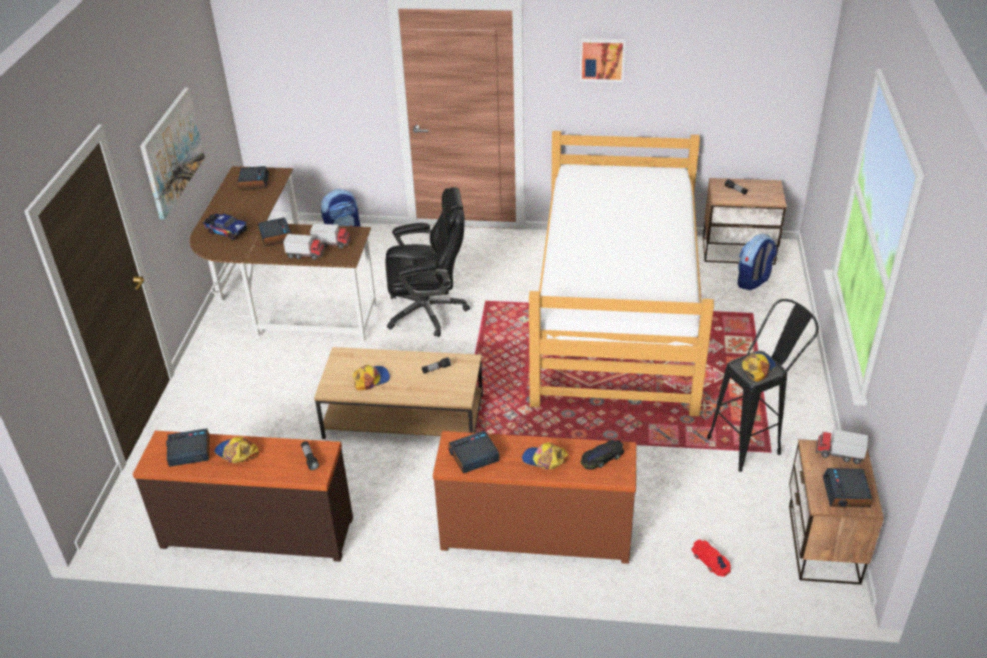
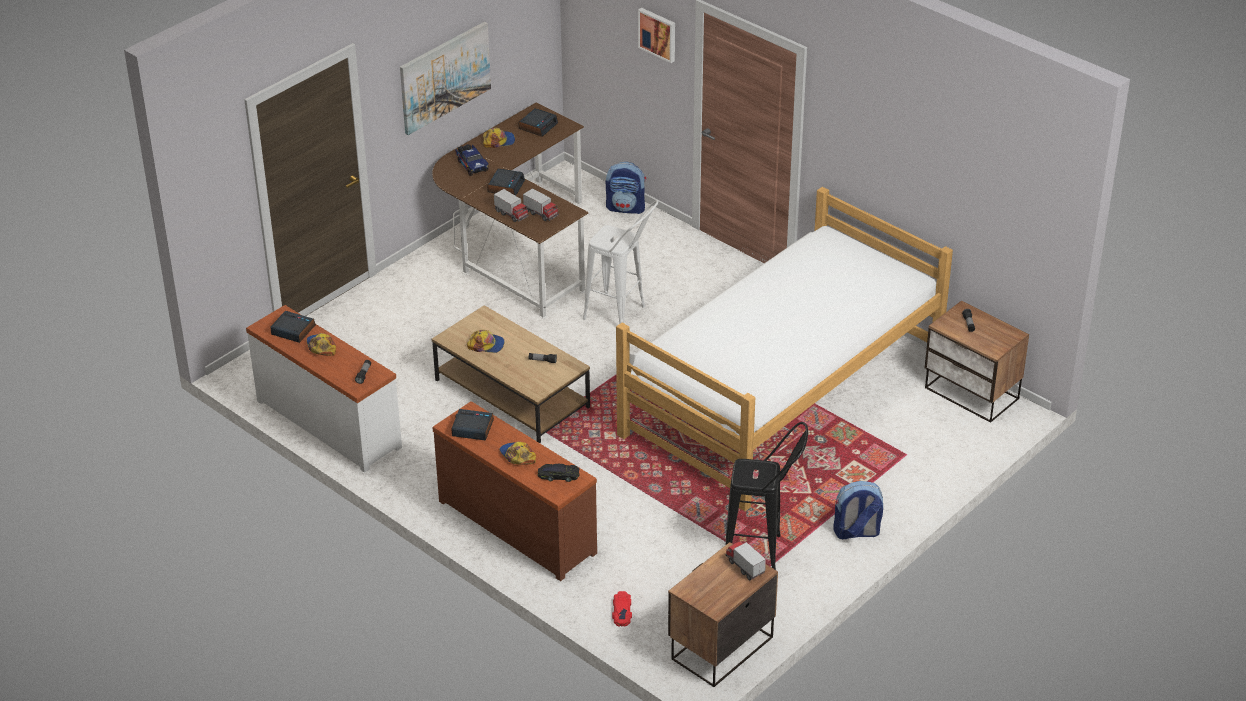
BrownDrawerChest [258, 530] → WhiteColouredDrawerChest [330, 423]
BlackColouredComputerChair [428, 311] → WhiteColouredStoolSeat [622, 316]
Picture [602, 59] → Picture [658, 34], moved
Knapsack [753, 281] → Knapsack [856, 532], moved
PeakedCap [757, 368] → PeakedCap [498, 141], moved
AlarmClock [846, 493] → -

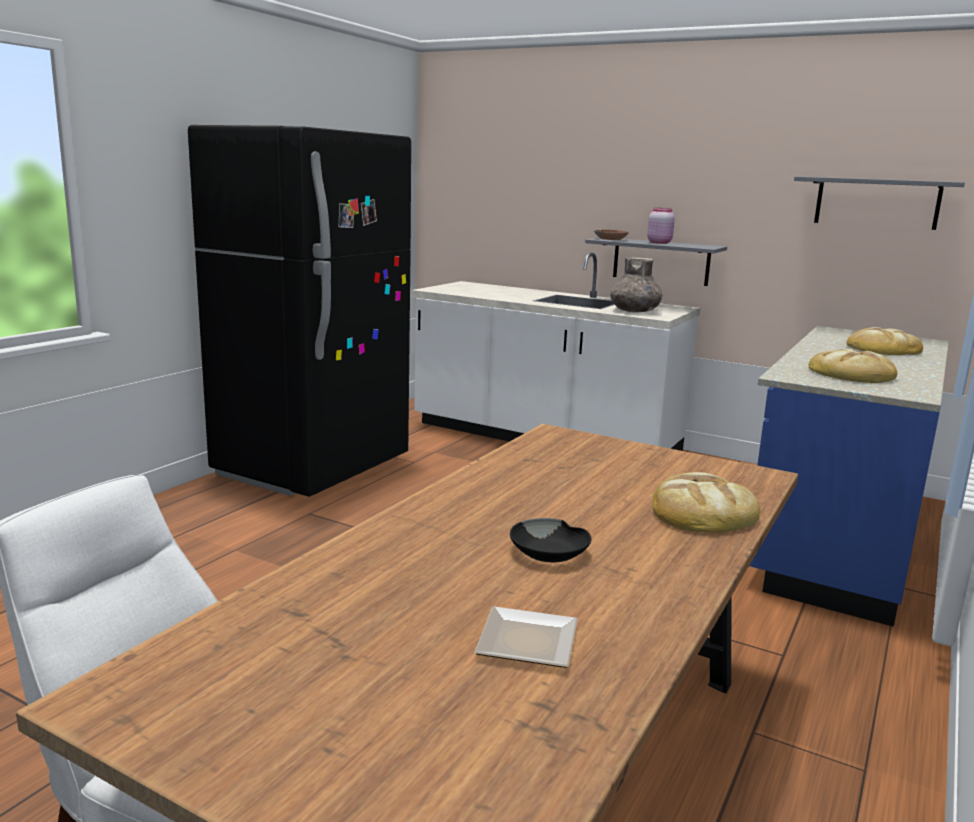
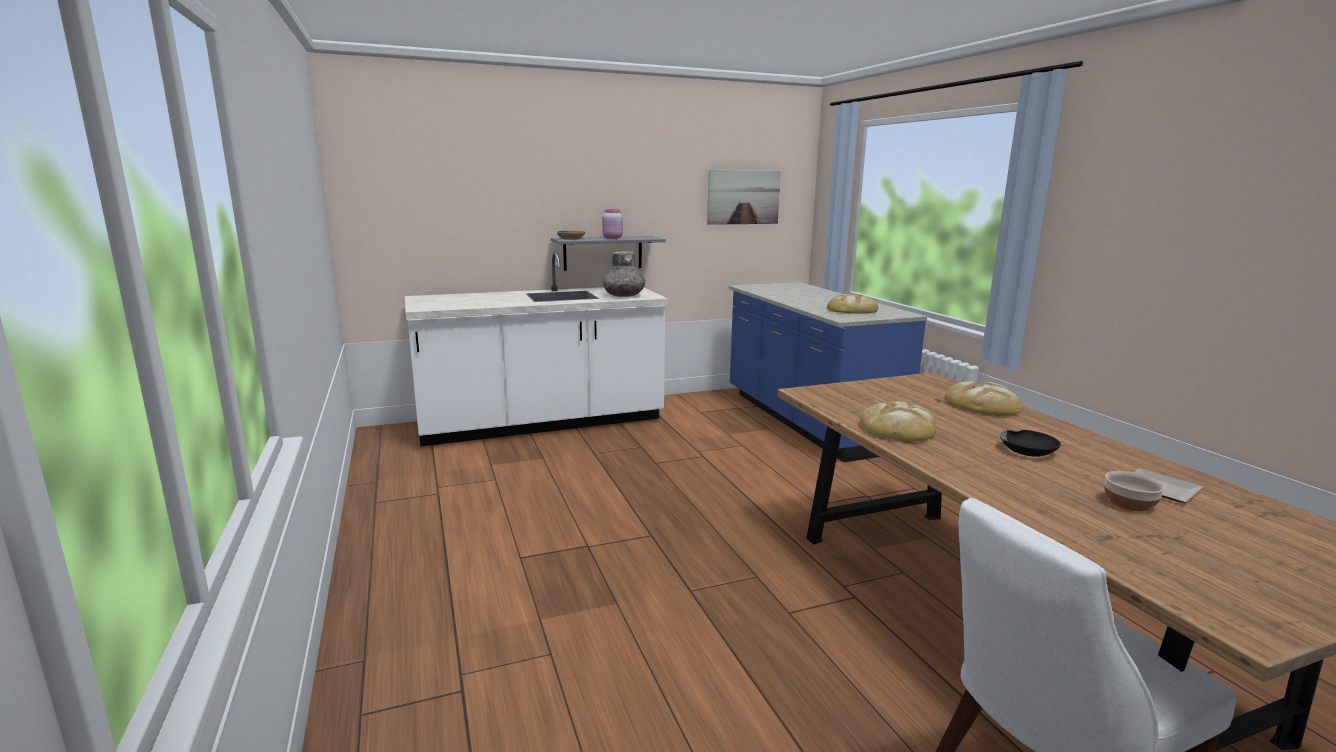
BlackColouredKitchenFridge [313, 467] → -
GreyishBracketShelf [876, 203] → Picture [743, 197]
BakeryBread [882, 349] → BakeryBread [898, 428], moved
- → Bowl [1128, 503]

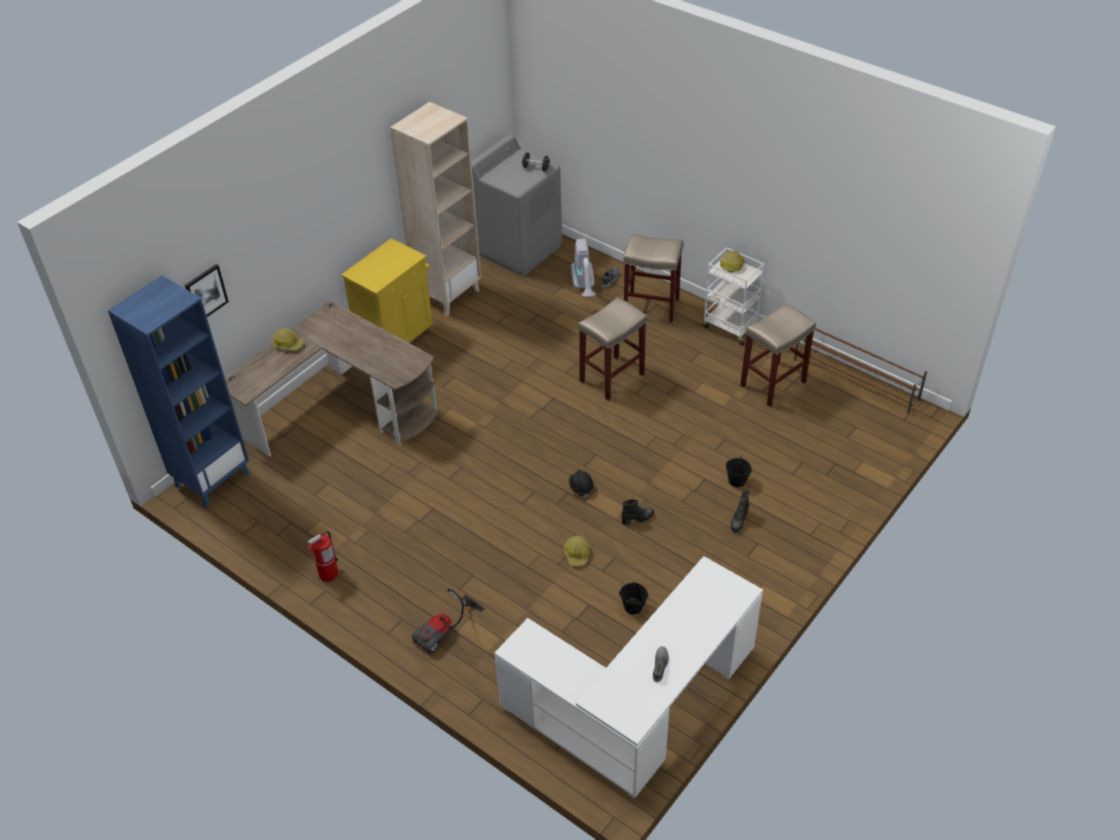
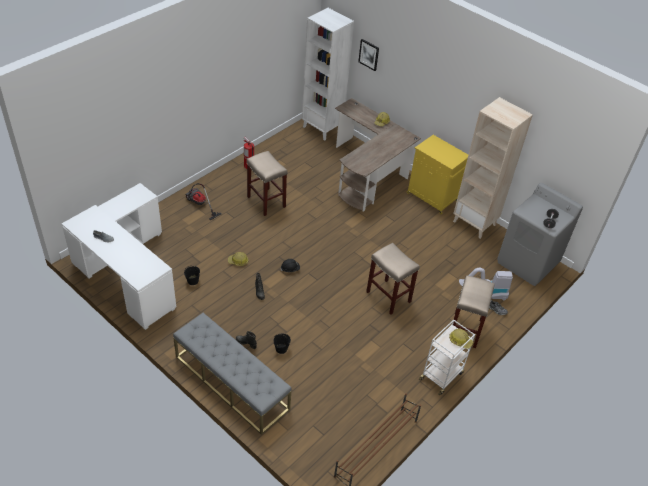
BlueColouredBookshelf [212, 479] → WhiteColouredBookshelf [322, 128]
SandColouredStoolSeat [773, 383] → SandColouredStoolSeat [266, 202], moved
- → GreyishLongSeat [231, 382]

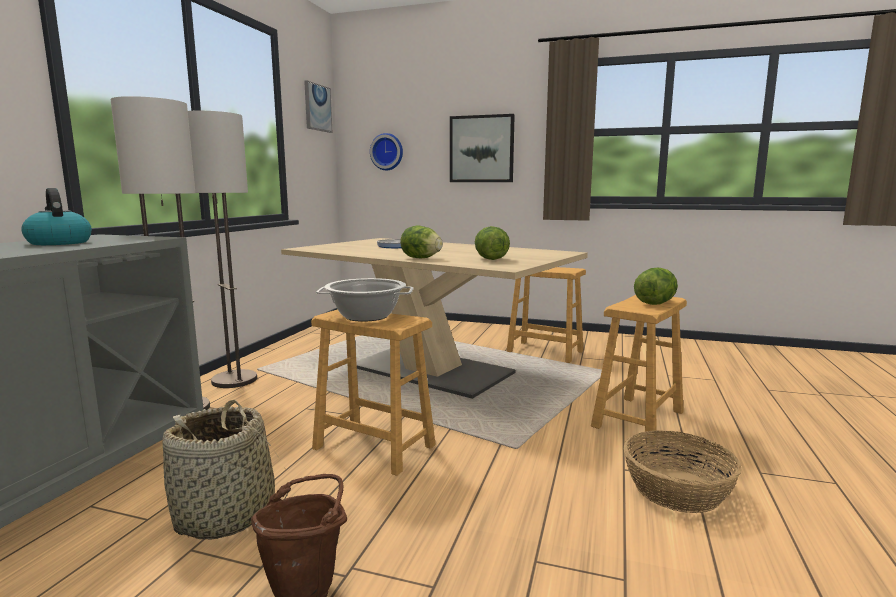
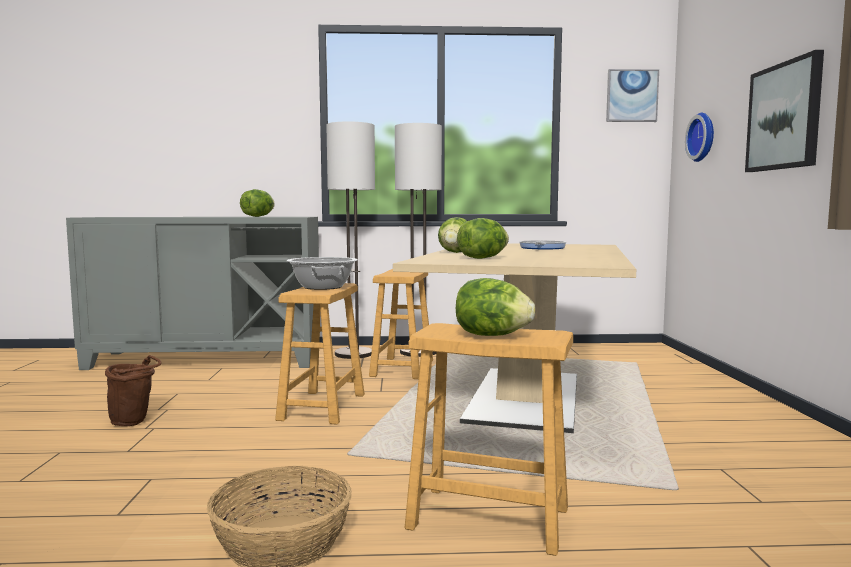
TeaKettle [59, 243] → HeadOfLettuce [258, 216]
Basket [226, 515] → -
BrownStoolSeat [544, 351] → BrownStoolSeat [403, 368], moved

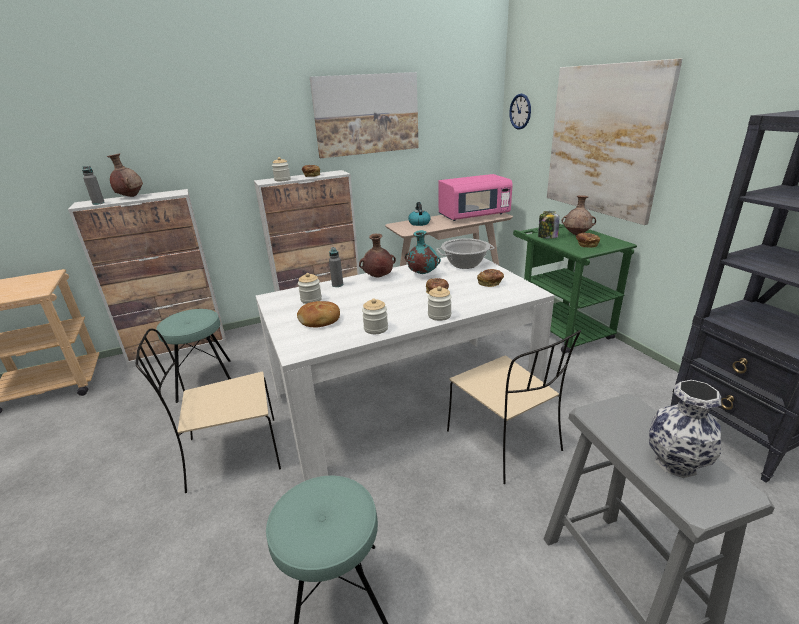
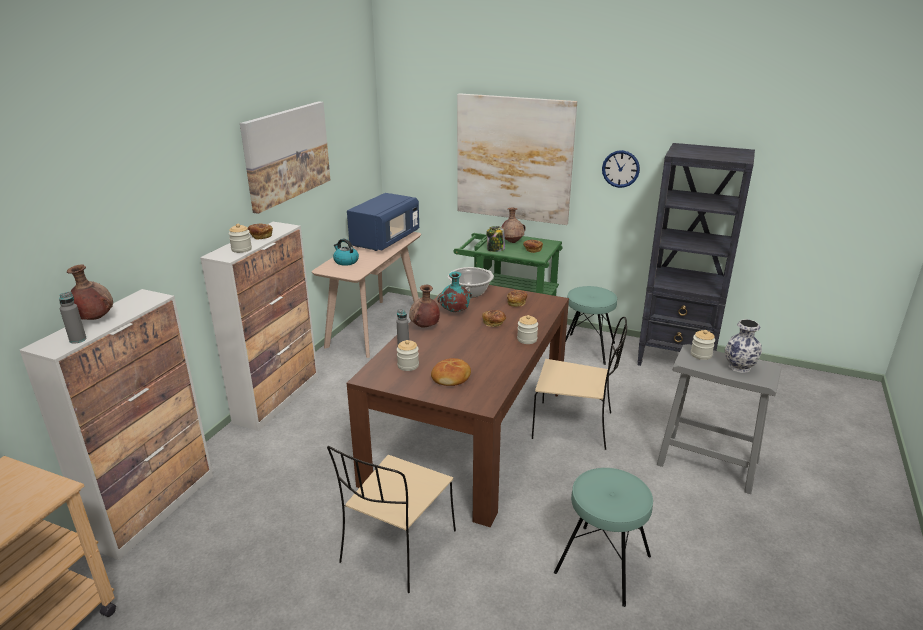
TurquoiseColouredStoolSeat [205, 380] → TurquoiseColouredStoolSeat [587, 349], moved
WhiteColouredDinnerTable [404, 397] → BrownDinnerTable [470, 432]
Jar [376, 328] → Jar [701, 355], moved
PinkishMicrowave [473, 216] → BlueColouredMicrowave [385, 240]
HangingClock [520, 111] → HangingClock [620, 169], moved

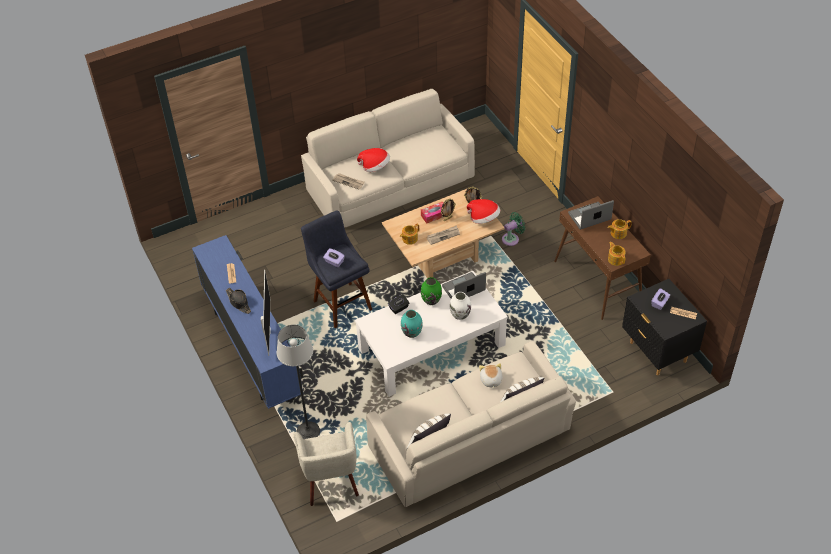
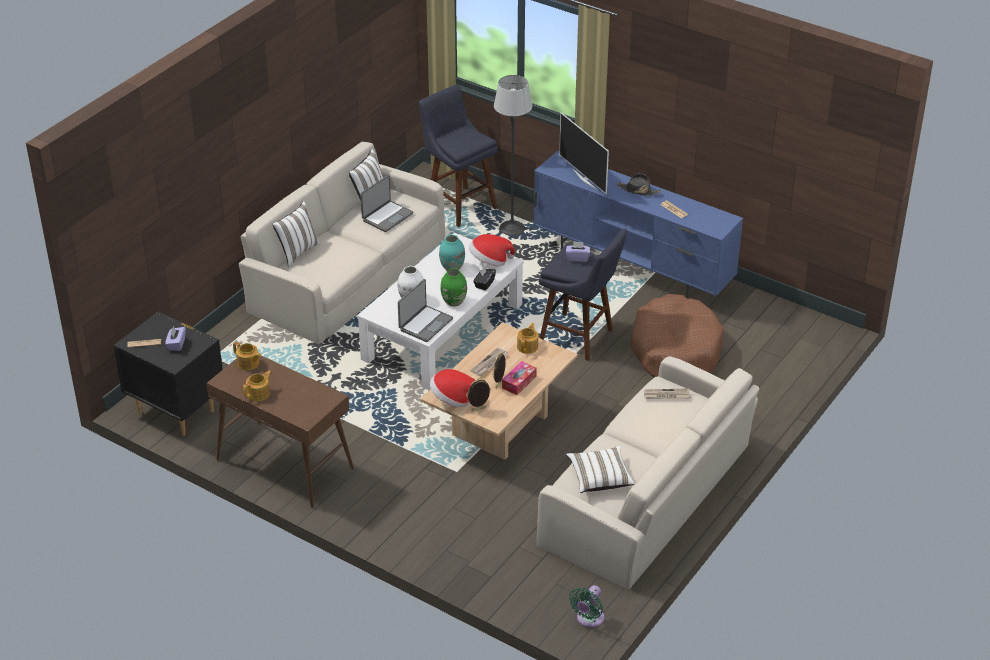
SandColouredArmchair [331, 481] → BlueColouredStoolSeat [458, 205]
ClothingHat [375, 167] → ClothingHat [490, 261], moved
PlushToy [490, 380] → -
GreenColouredCoolingFan [512, 238] → GreenColouredCoolingFan [588, 619], moved
Laptop [589, 217] → Laptop [387, 217], moved
- → WhiteColouredThrowPillow [600, 477]
- → BrownDogCushion [675, 350]

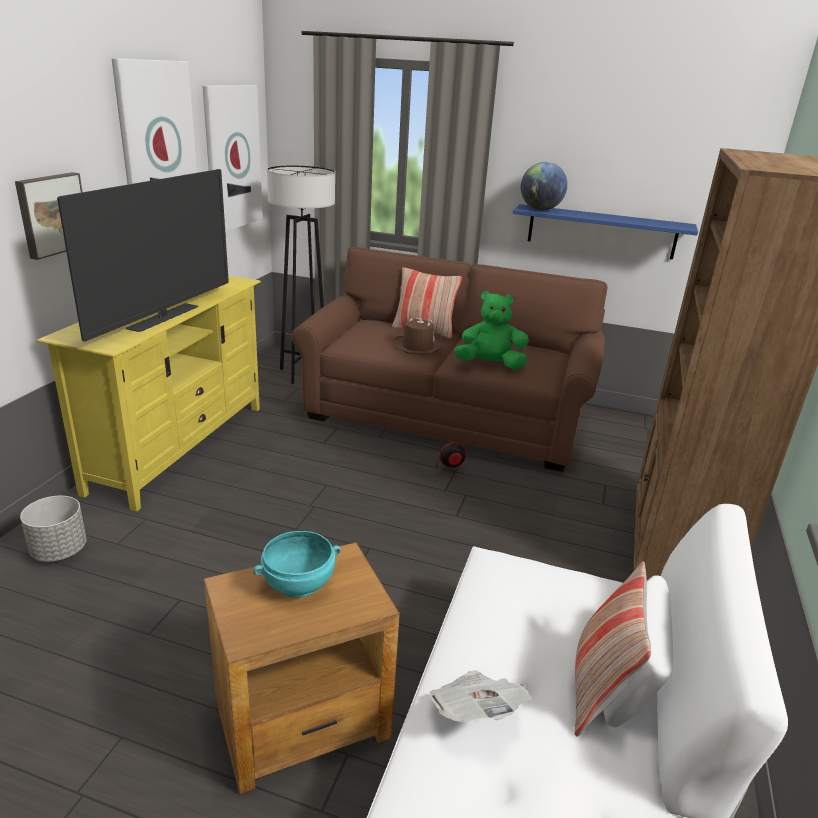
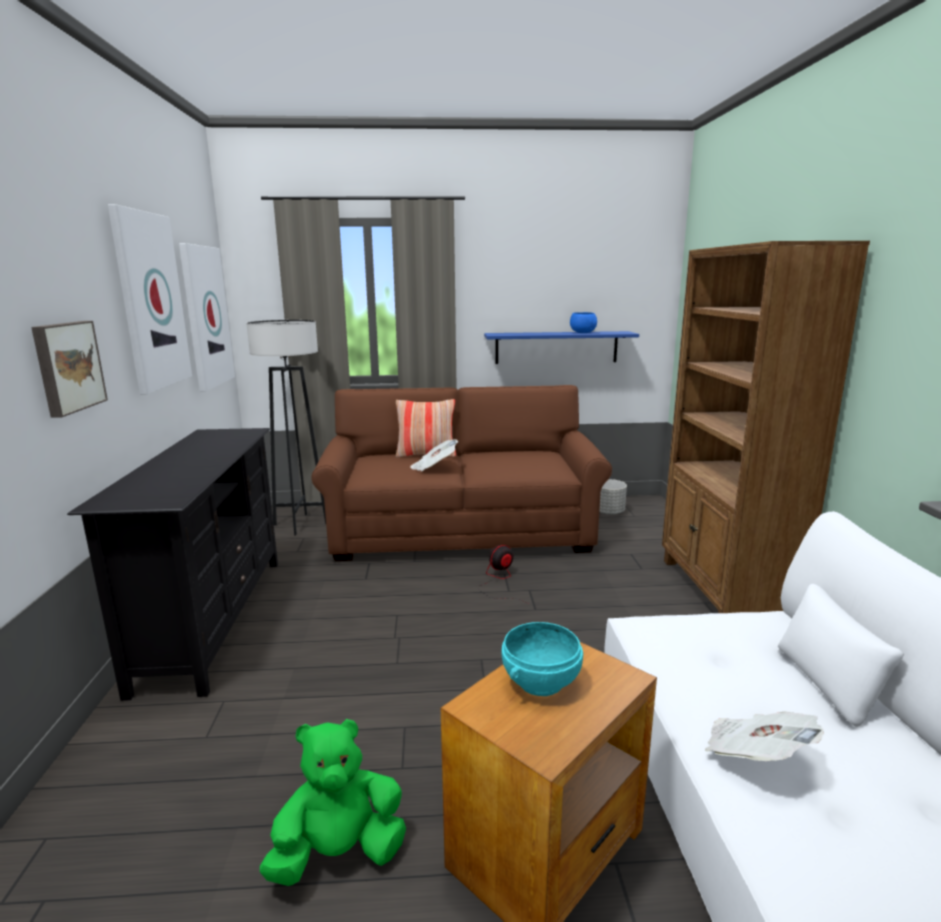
GreyishPlantPot [59, 551] → GreyishPlantPot [608, 512], moved
YellowColouredTvUnit [179, 447] → BlackColouredTvUnit [213, 619]
Tv [164, 318] → -
BrownClothingHat [417, 347] → DailyPaper [434, 467]
GreenColouredPlushToy [490, 364] → GreenColouredPlushToy [339, 853], moved
Globe [540, 209] → -
ThrowPillow [598, 688] → -
- → BlueColouredBowl [582, 333]

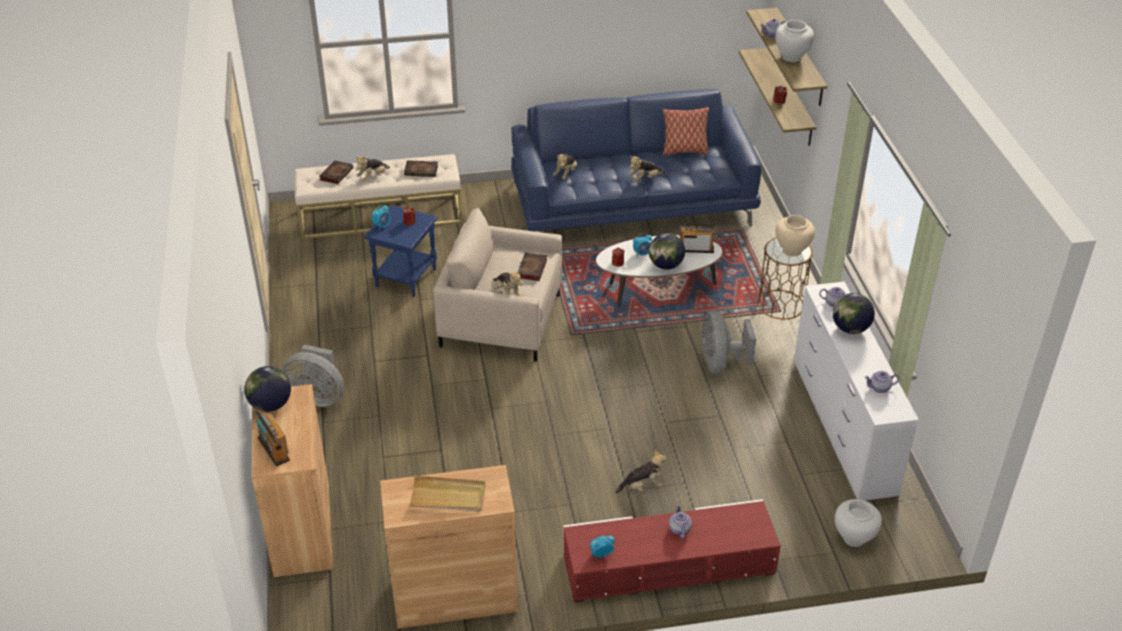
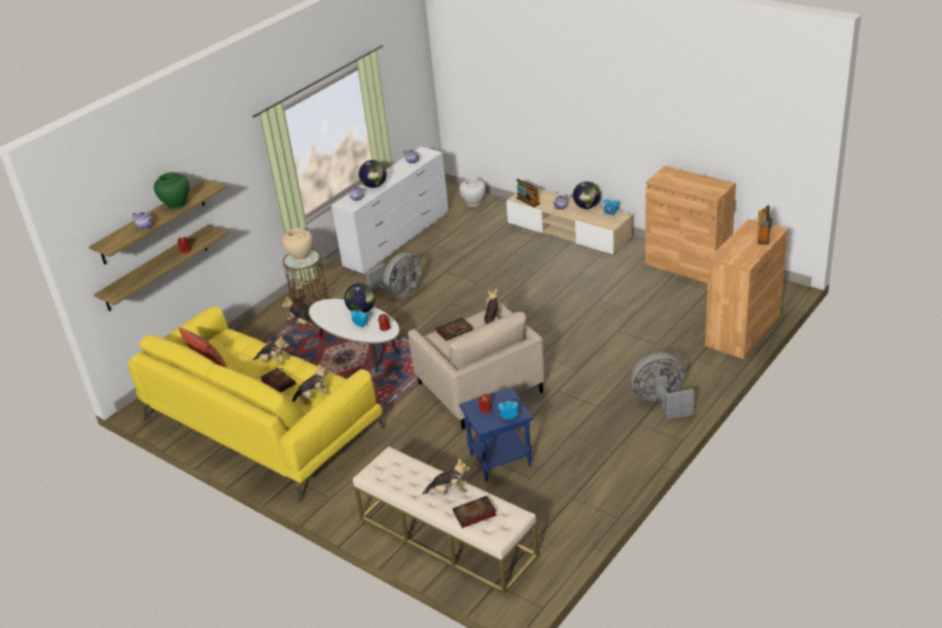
Globe [270, 405] → Globe [586, 207], moved
GreyishCoolingFan [317, 397] → GreyishCoolingFan [661, 402], 75 degrees counterclockwise
BoundBook [422, 170] → BoundBook [277, 382], moved
SandColouredCarryingTray [448, 497] → -
BlueColouredSettee [633, 203] → YellowColouredSettee [260, 423]
RedTvUnit [668, 564] → SandColouredTvUnit [569, 231]
PlushToy [642, 486] → PlushToy [301, 323], moved
RadioReceiver [695, 249] → RadioReceiver [528, 201], moved
WhiteColouredVase [791, 57] → GreenColouredVase [176, 205]

